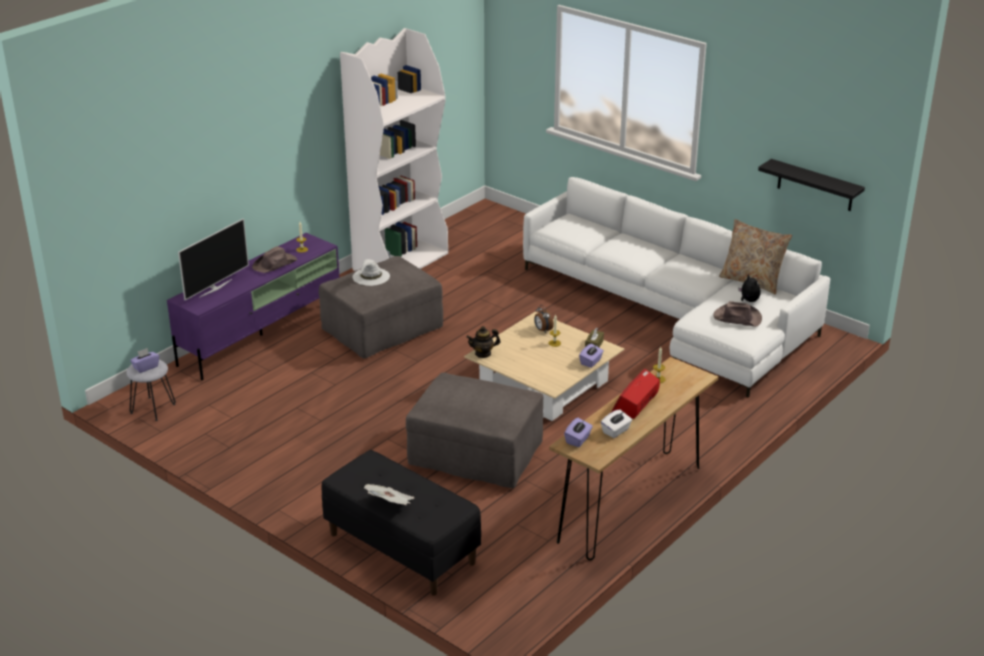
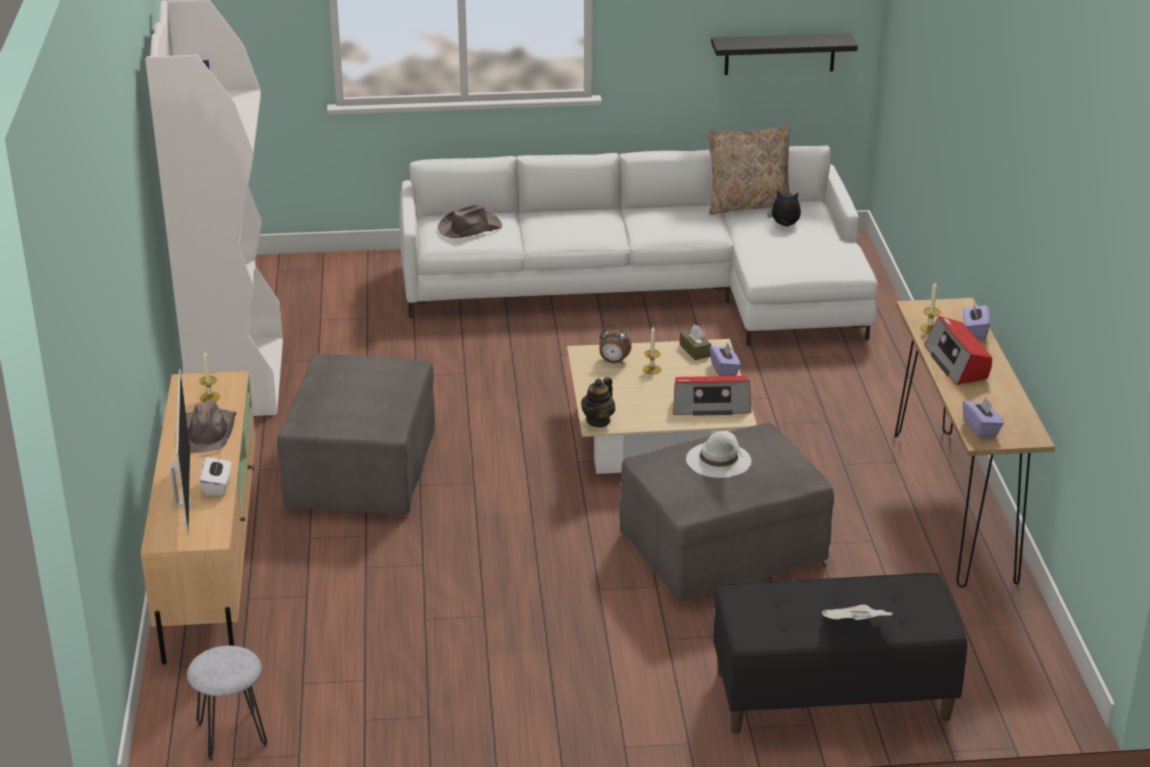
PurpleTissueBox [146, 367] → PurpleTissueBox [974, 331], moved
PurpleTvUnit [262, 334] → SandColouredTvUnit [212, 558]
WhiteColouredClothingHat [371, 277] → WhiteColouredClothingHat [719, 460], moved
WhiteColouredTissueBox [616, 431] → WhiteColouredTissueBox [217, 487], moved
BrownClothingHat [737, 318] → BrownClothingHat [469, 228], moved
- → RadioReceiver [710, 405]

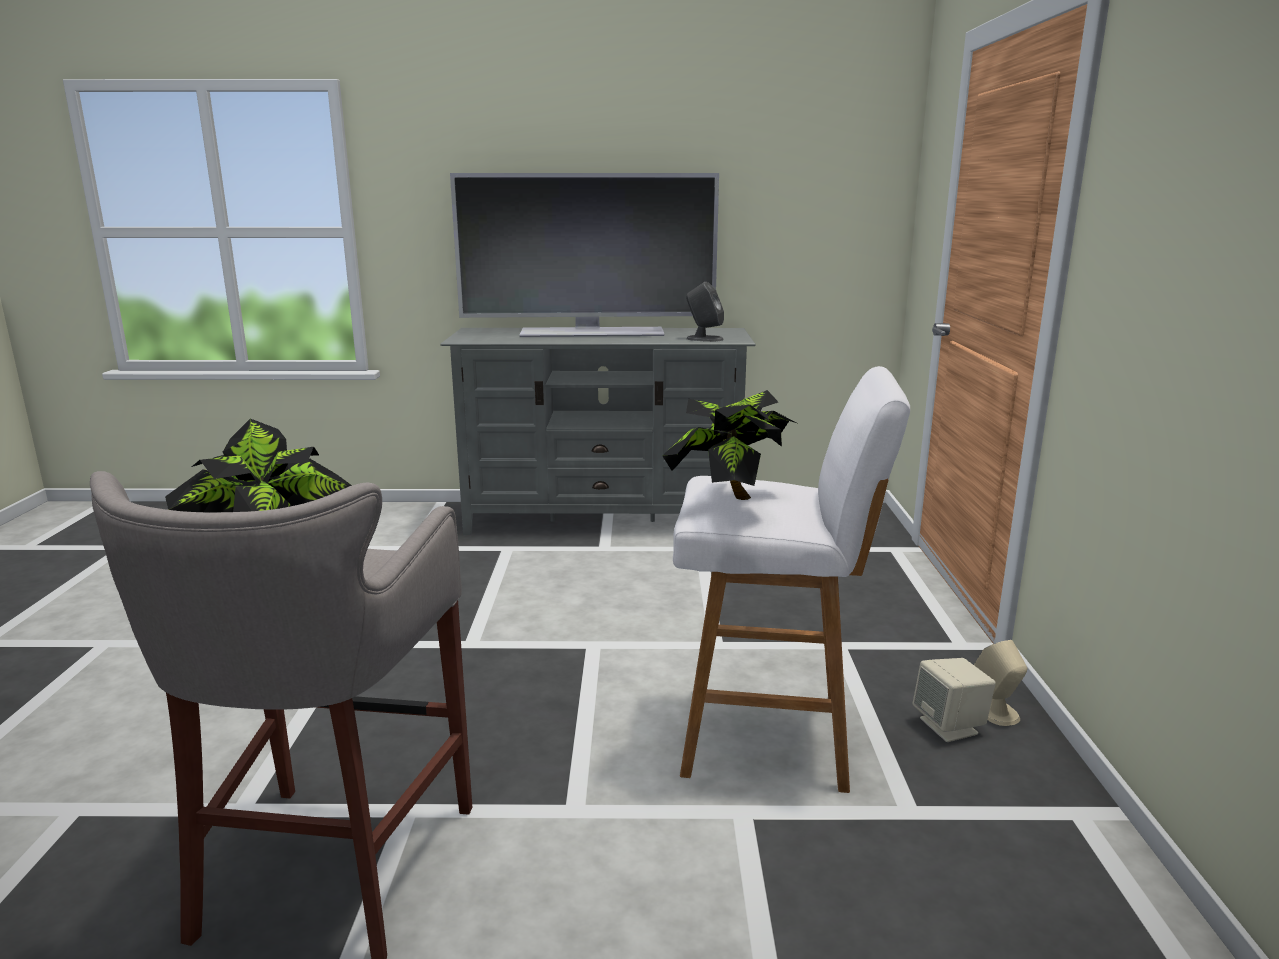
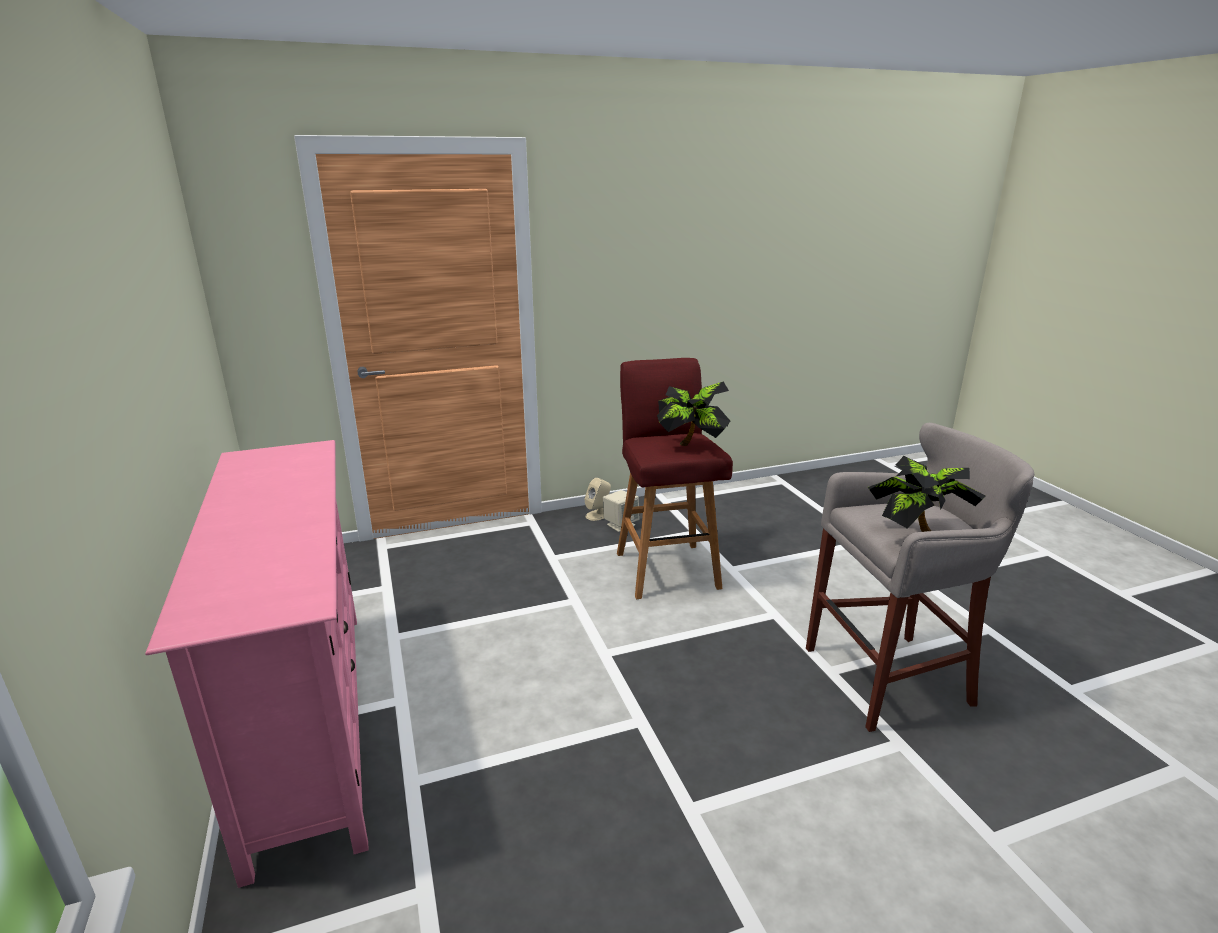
GreyishTvUnit [603, 520] → PinkishTvUnit [309, 724]
Tv [591, 332] → -
WhiteColouredStoolSeat [770, 737] → RedStoolSeat [666, 568]
GreyishAudioSpeaker [704, 339] → -

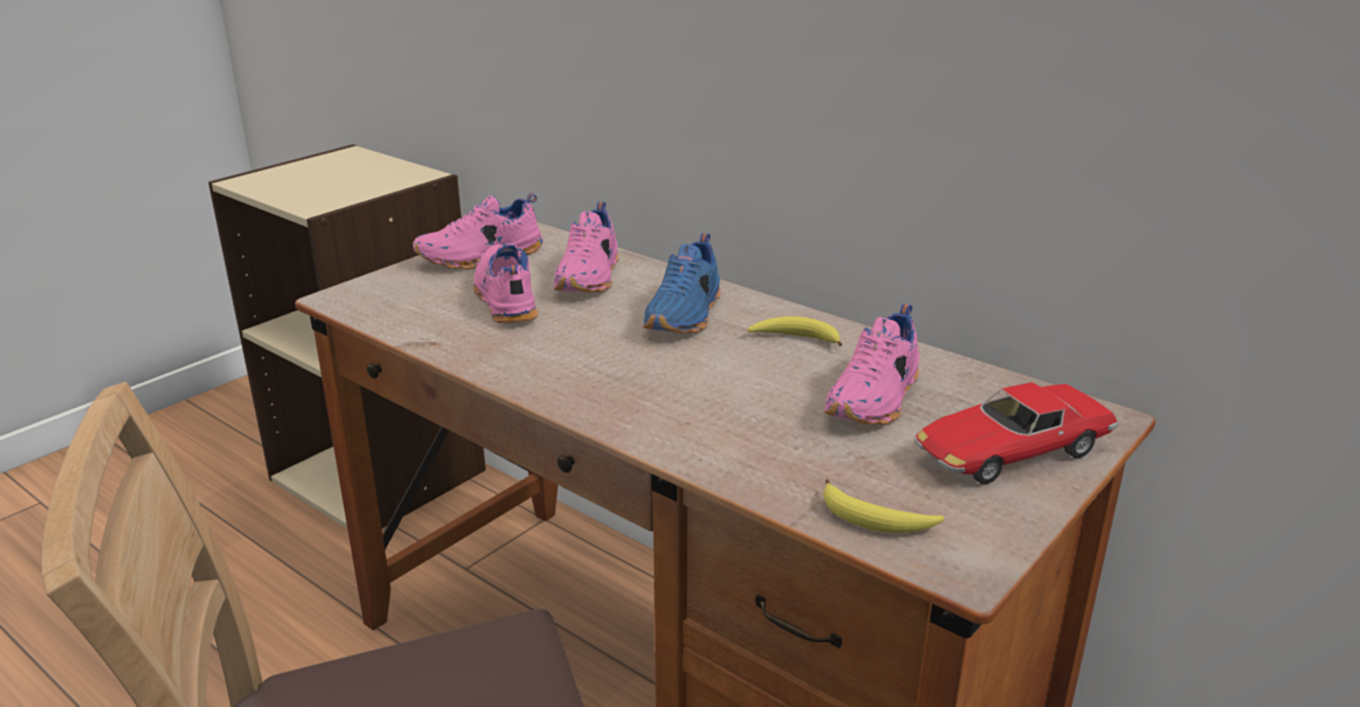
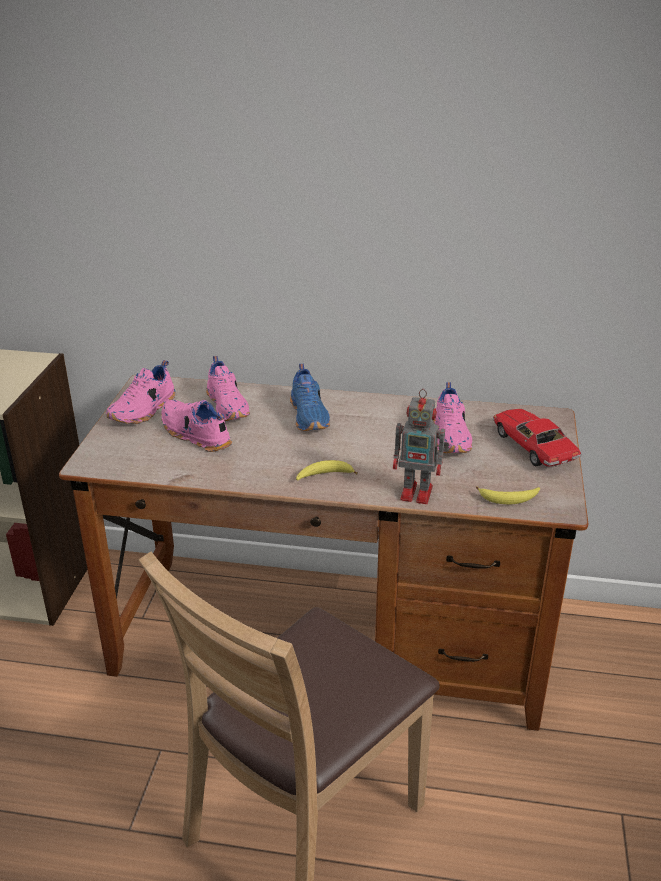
WholeBanana [796, 339] → WholeBanana [324, 476], moved
ToyCar [1010, 452] → ToyCar [532, 447], 120 degrees clockwise
- → ModelRobot [418, 493]

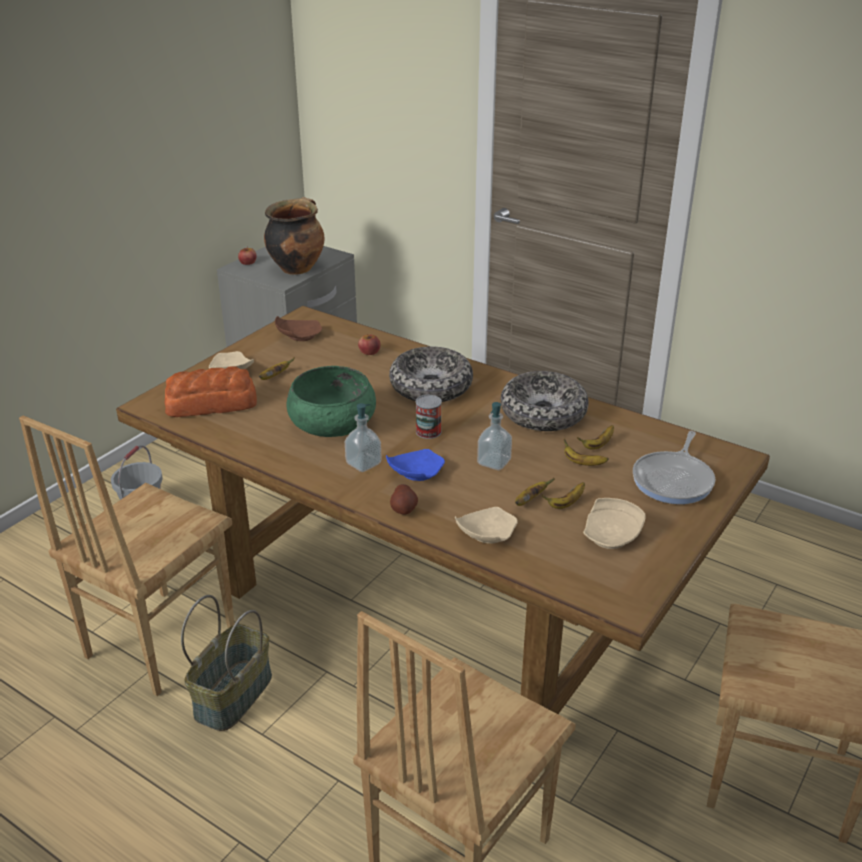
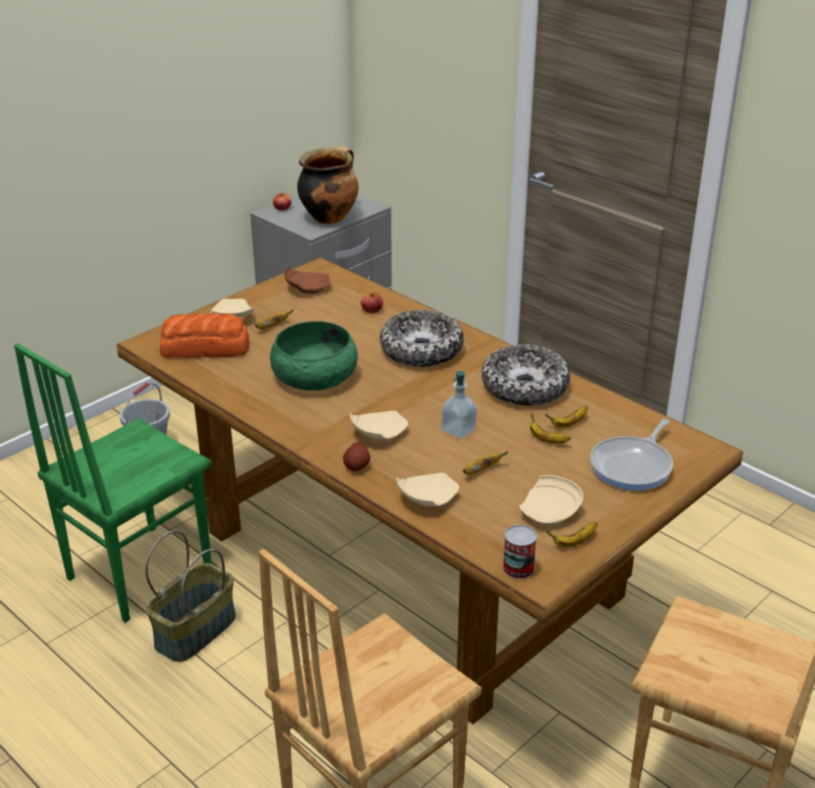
BrownUprightChair [158, 641] → GreenColouredUprightChair [137, 572]
SoapDispenser [363, 464] → -
BlueColouredFlatDish [415, 474] → SandColouredFlatDish [378, 434]
MetalCan [428, 431] → MetalCan [518, 568], moved
WholeBanana [566, 503] → WholeBanana [574, 542], moved

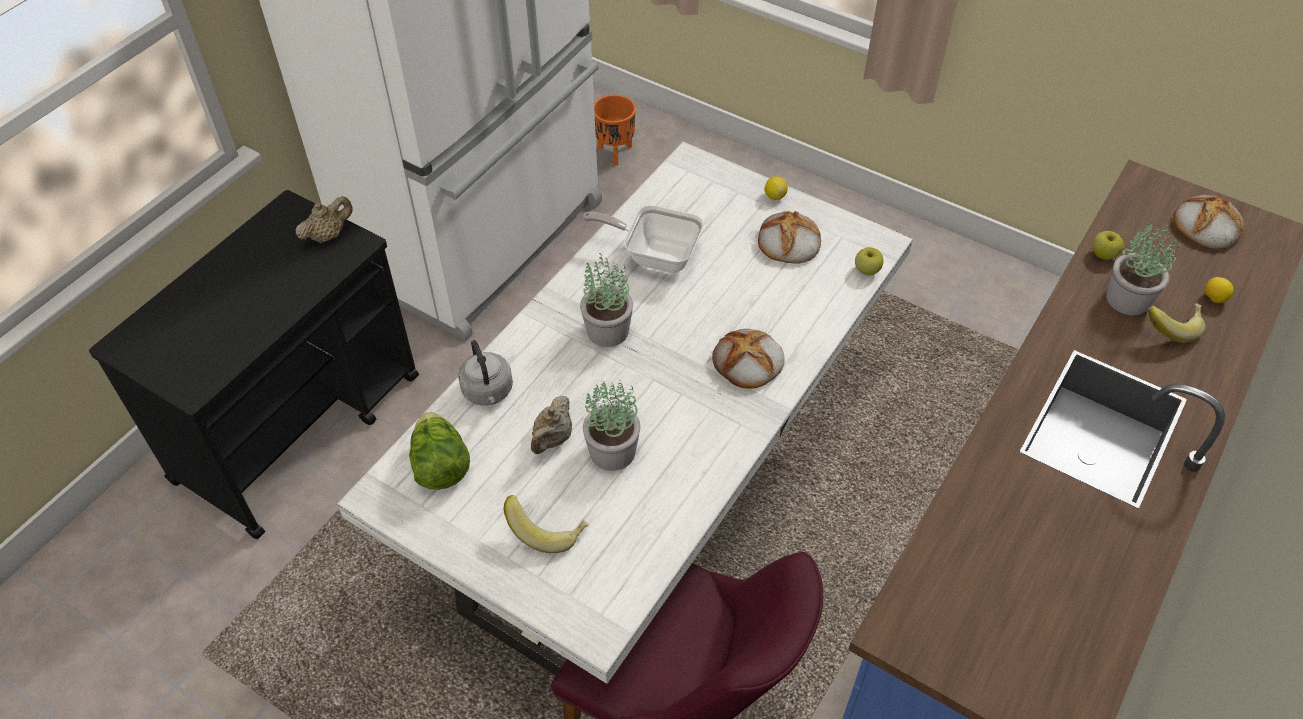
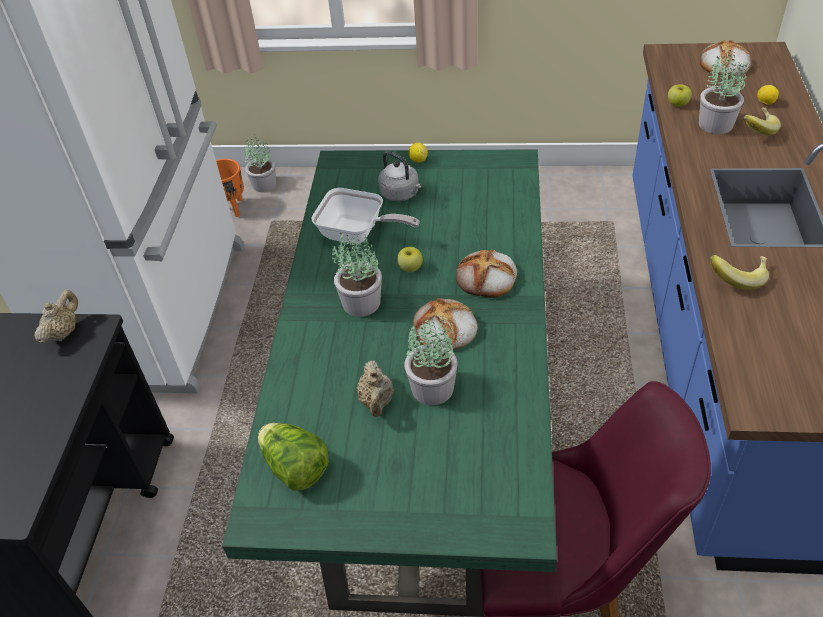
WhiteColouredDinnerTable [651, 490] → GreenColouredDinnerTable [423, 434]
GreyishTeaKettle [488, 392] → GreyishTeaKettle [401, 194], moved
WholeBanana [547, 530] → WholeBanana [737, 278], moved
Skillet [655, 255] → Skillet [358, 234], 150 degrees counterclockwise
BakeryBread [788, 242] → BakeryBread [444, 329], moved
Apple [867, 270] → Apple [410, 268], moved
- → PlantInAPot [263, 184]

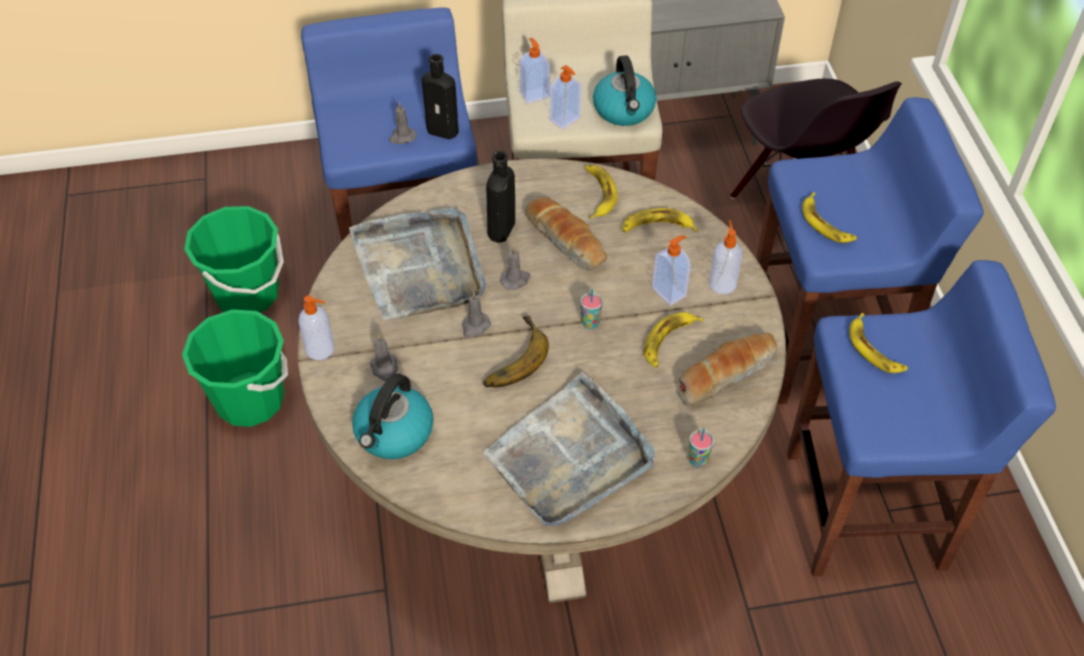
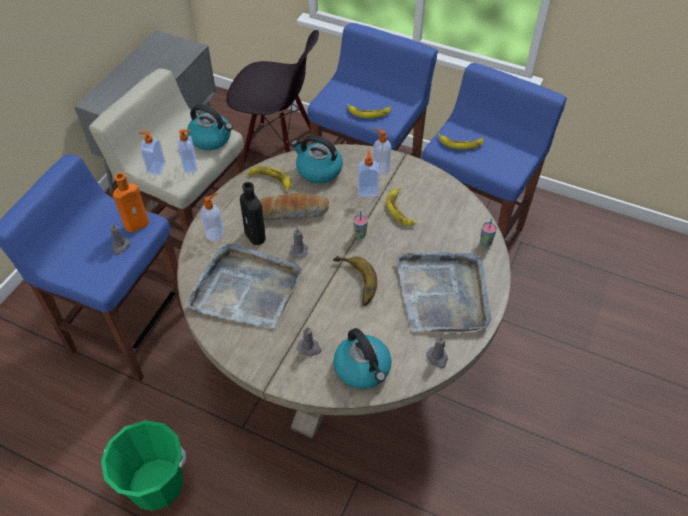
GreenColouredBucket [247, 293] → -
SoapDispenser [321, 349] → SoapDispenser [215, 233], moved
BlackColouredBottle [444, 131] → OrangeyBottle [138, 223]
GreyishWaxCandle [475, 326] → GreyishWaxCandle [437, 358], moved
WholeBanana [657, 227] → TeaKettle [318, 170]
BakeryBread [725, 374] → -

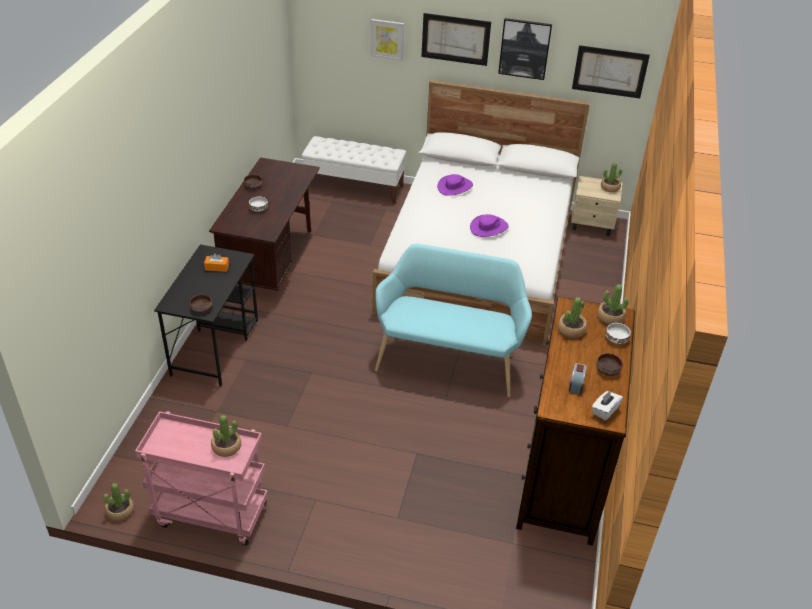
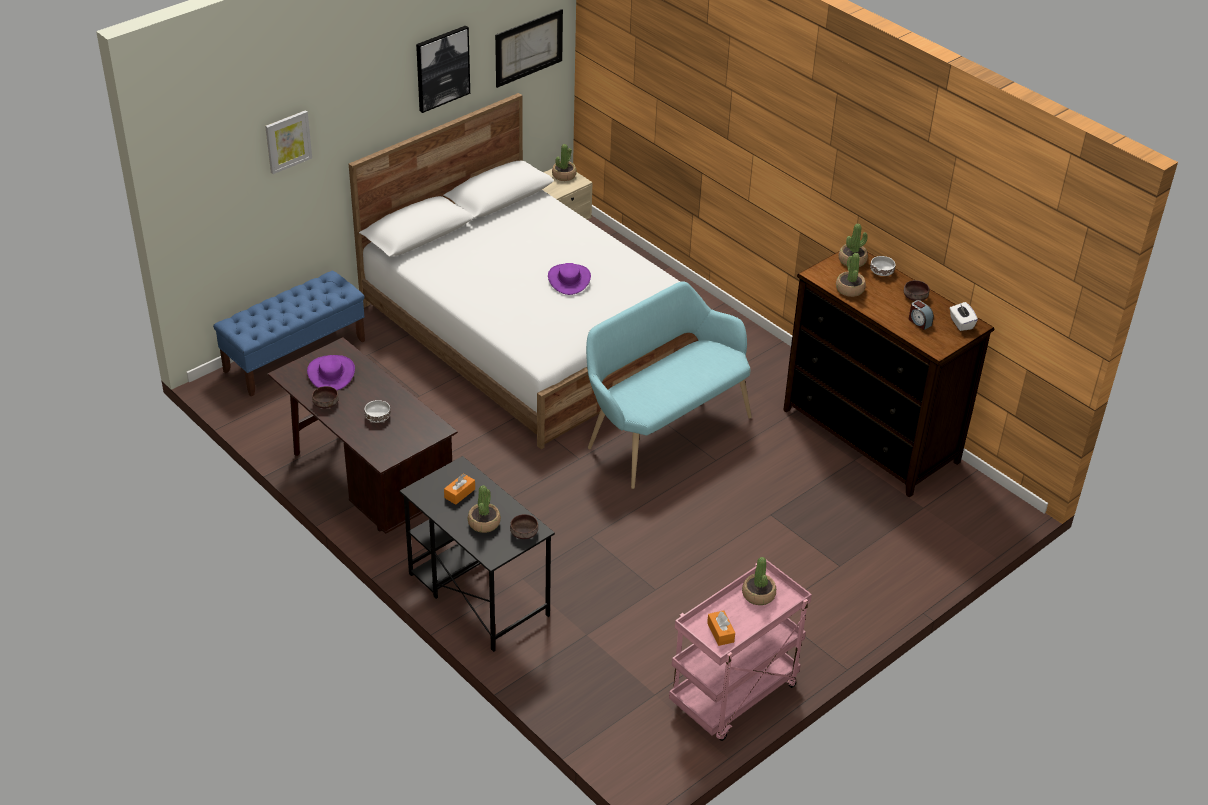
PlantInAPot [120, 511] → PlantInAPot [484, 523], moved
WhiteColouredLongSeat [354, 187] → BlueColouredLongSeat [295, 355]
Picture [455, 39] → -
PurpleClothingHat [455, 187] → PurpleClothingHat [331, 373], moved
- → OrangeyTissueBox [720, 632]

